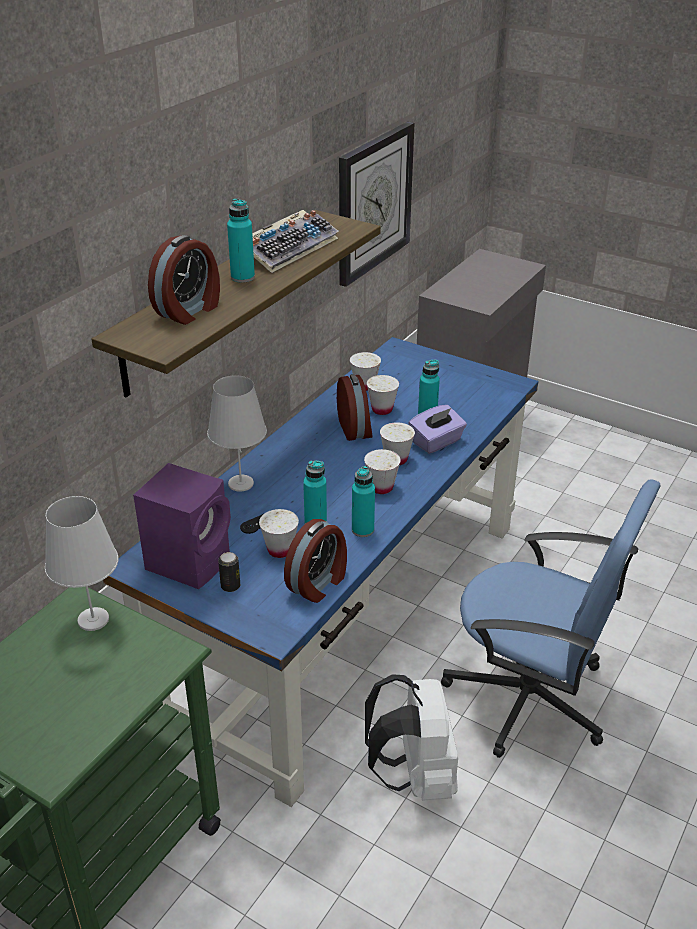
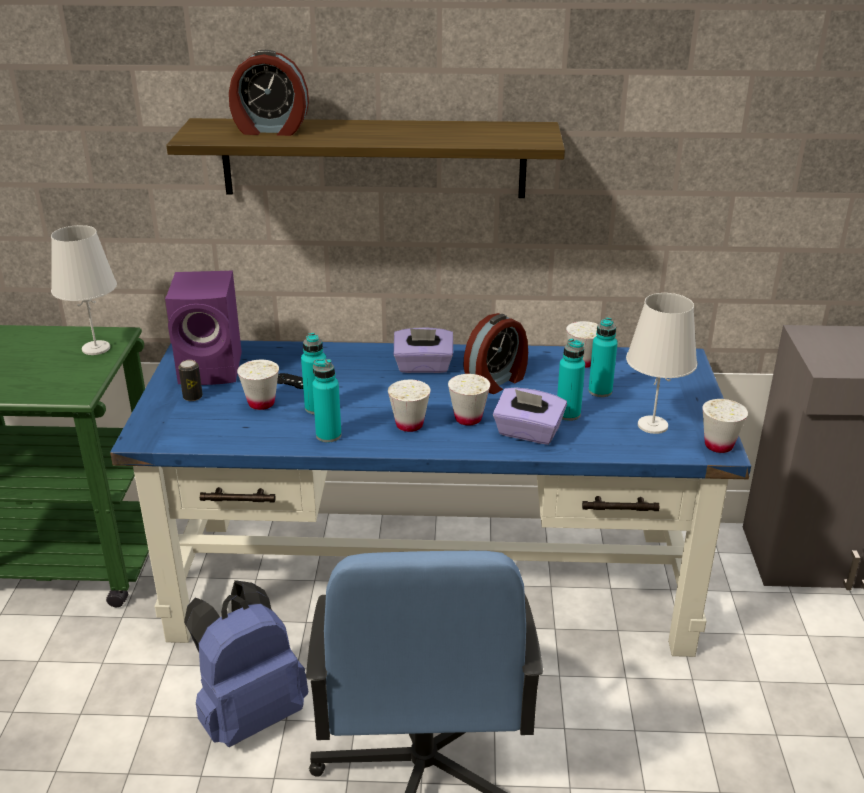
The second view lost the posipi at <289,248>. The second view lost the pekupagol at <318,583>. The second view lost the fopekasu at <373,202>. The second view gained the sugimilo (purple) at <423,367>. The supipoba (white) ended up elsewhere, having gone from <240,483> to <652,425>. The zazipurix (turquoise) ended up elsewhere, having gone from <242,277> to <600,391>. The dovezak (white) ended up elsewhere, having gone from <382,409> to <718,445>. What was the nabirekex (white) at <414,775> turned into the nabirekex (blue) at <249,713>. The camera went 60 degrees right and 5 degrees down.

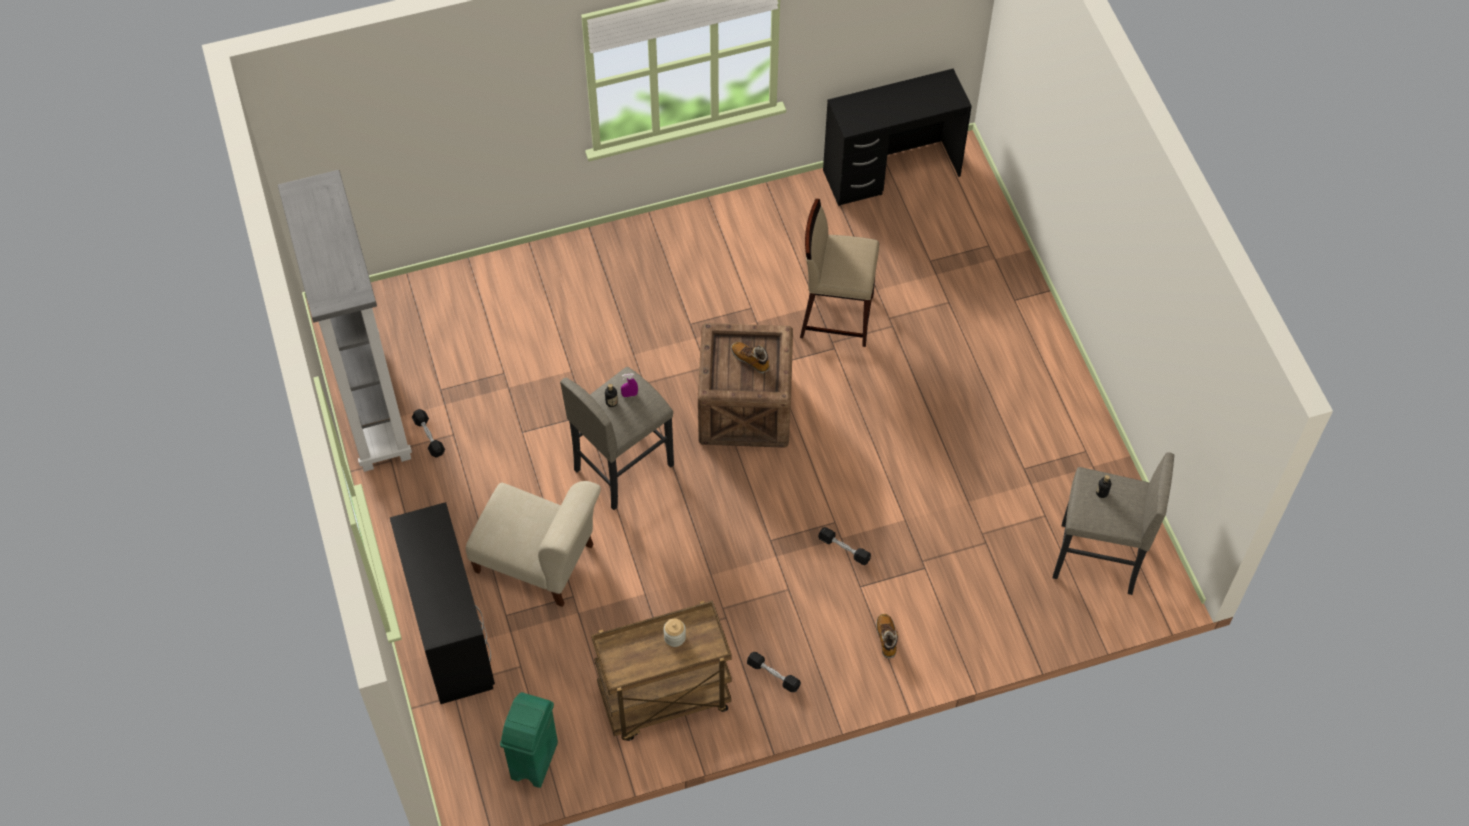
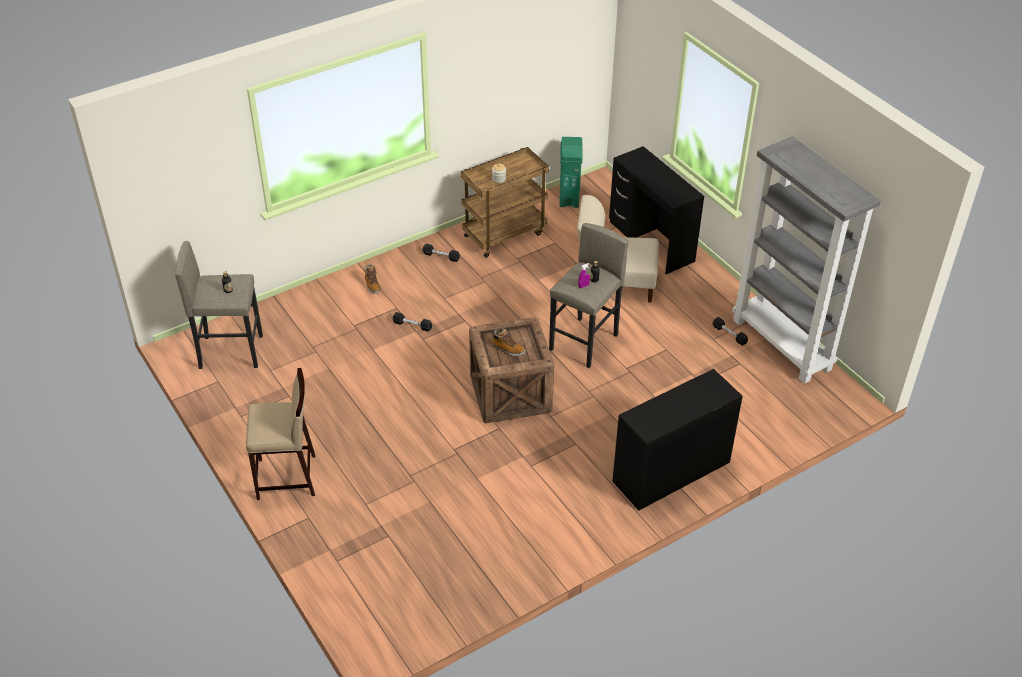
The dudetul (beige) ended up elsewhere, having gone from <836,316> to <287,477>. The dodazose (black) ended up elsewhere, having gone from <891,172> to <671,472>. The camera went 165 degrees right and 15 degrees down.

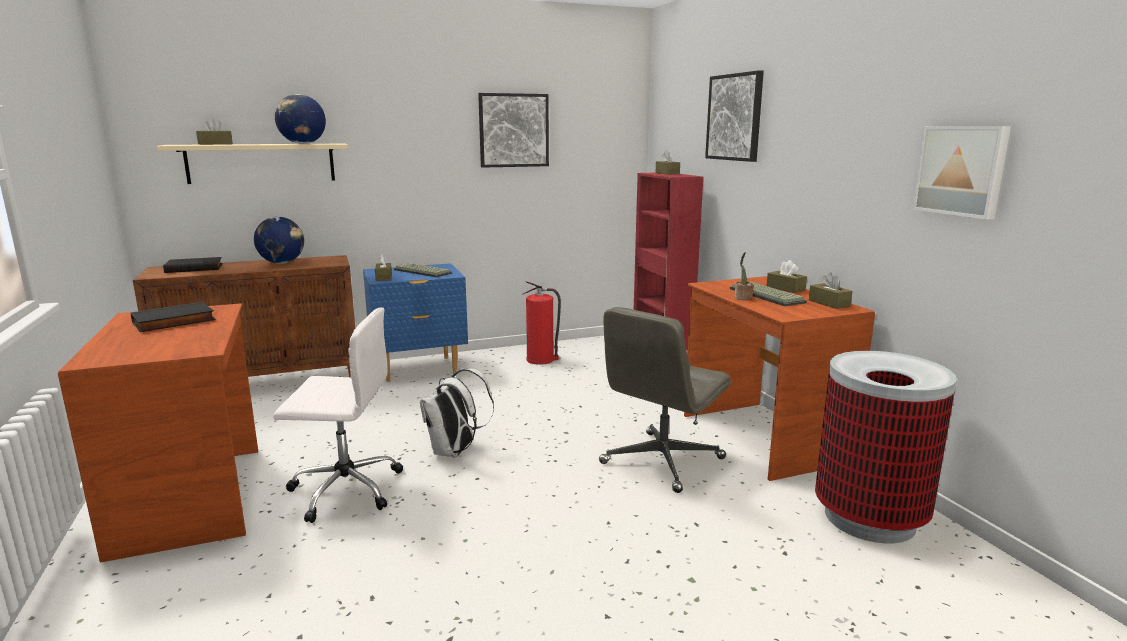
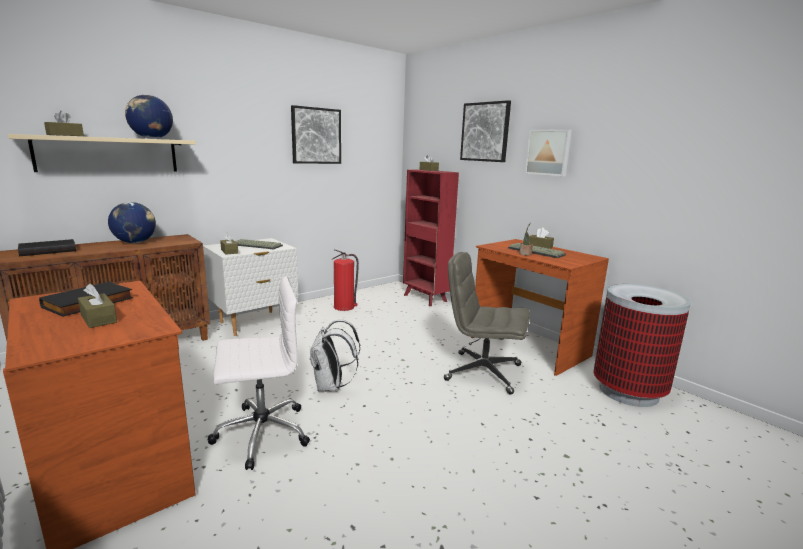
The sugimilo (brown) ended up elsewhere, having gone from <829,303> to <98,318>. The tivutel ended up elsewhere, having gone from <962,170> to <548,152>. What was the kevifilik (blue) at <419,369> turned into the kevifilik (white) at <254,323>. The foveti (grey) at <662,461> ended up facing another way, 90 degrees clockwise from before. The camera went 20 degrees left and 0 degrees up.

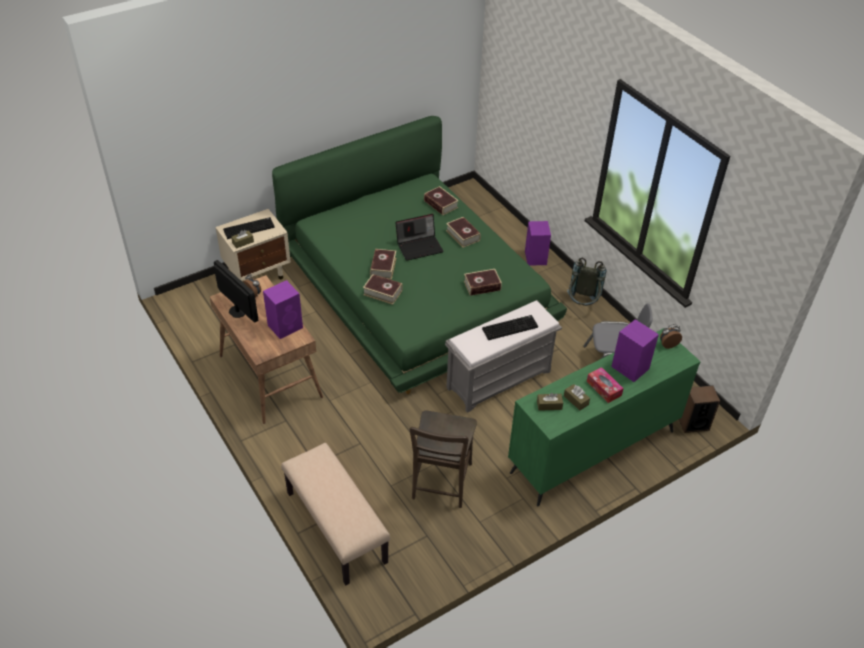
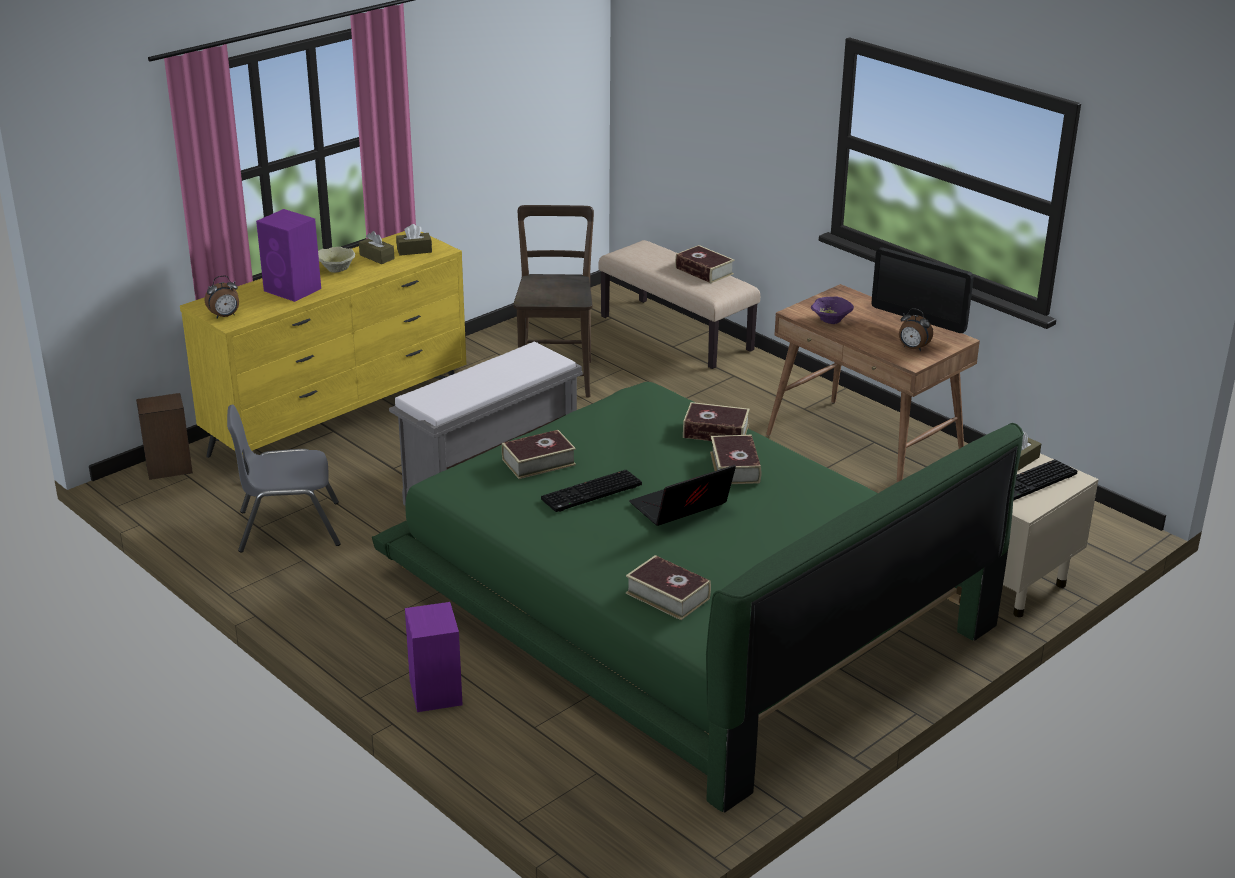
The second view lost the nabirekex (grey) at <582,304>. The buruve ended up elsewhere, having gone from <463,235> to <704,271>. The posipi ended up elsewhere, having gone from <510,327> to <591,493>. Where the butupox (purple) stood at <286,326>, the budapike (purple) came to stand at <830,321>. Where the sugimilo stood at <604,388>, the budapike (beige) came to stand at <335,269>. What was the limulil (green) at <592,451> turned into the limulil (yellow) at <340,424>. The camera went 170 degrees right and 15 degrees down.

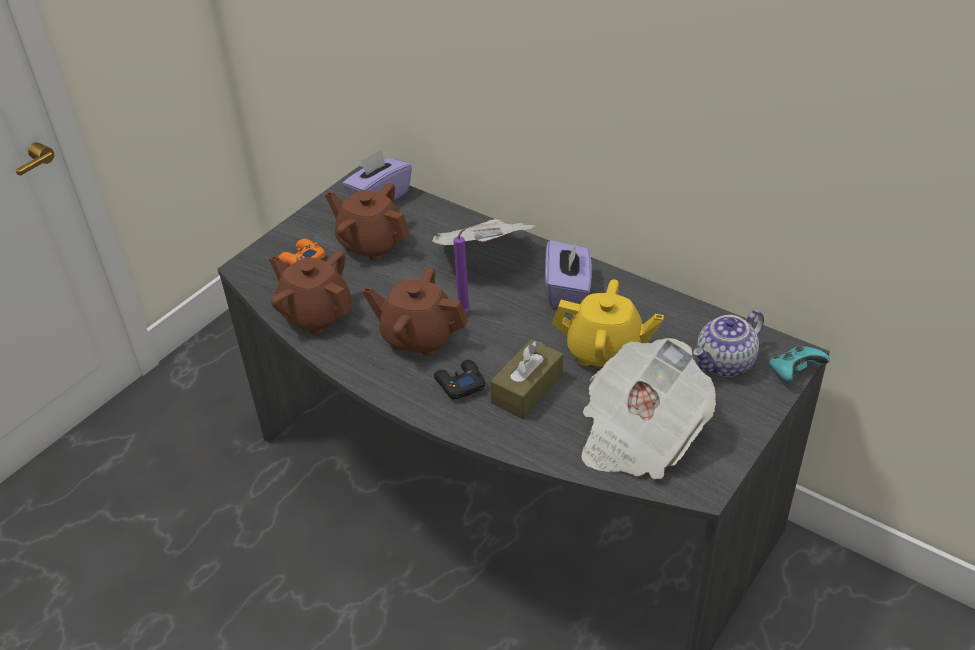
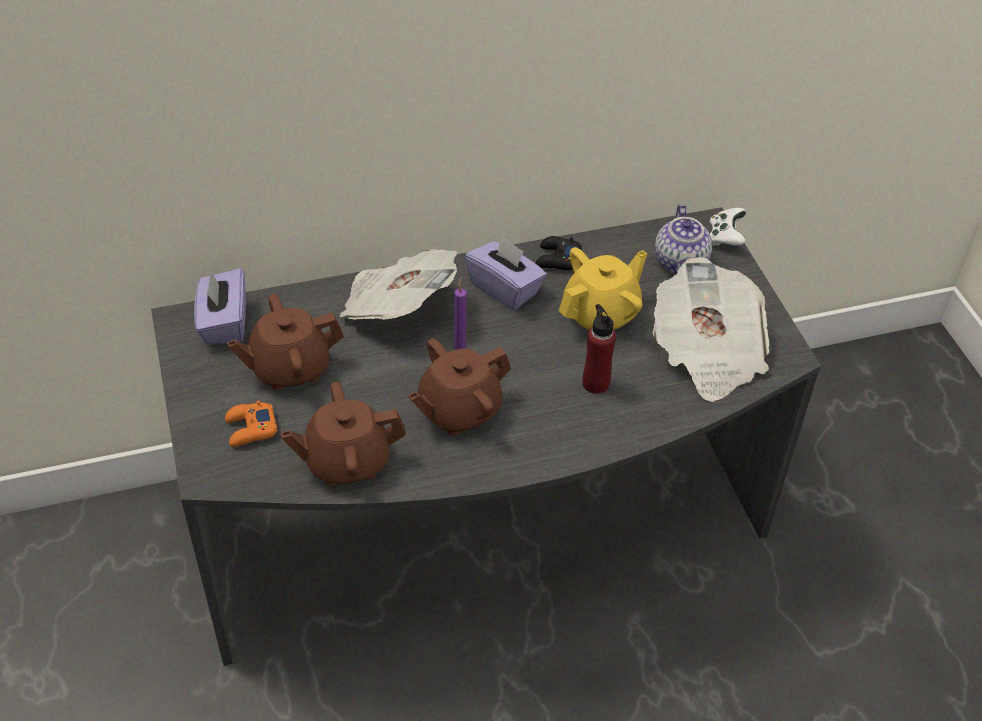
The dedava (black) ended up elsewhere, having gone from <459,383> to <557,259>. Where the sugimilo (brown) stood at <527,389>, the zazipurix (red) came to stand at <595,383>. What was the dedava (turquoise) at <794,372> turned into the dedava (white) at <725,237>. The camera went 55 degrees left and 5 degrees up.

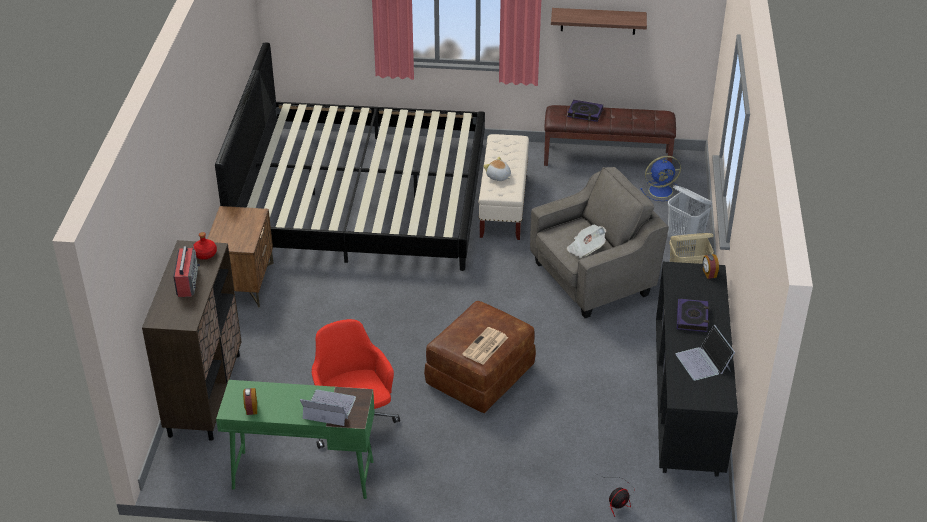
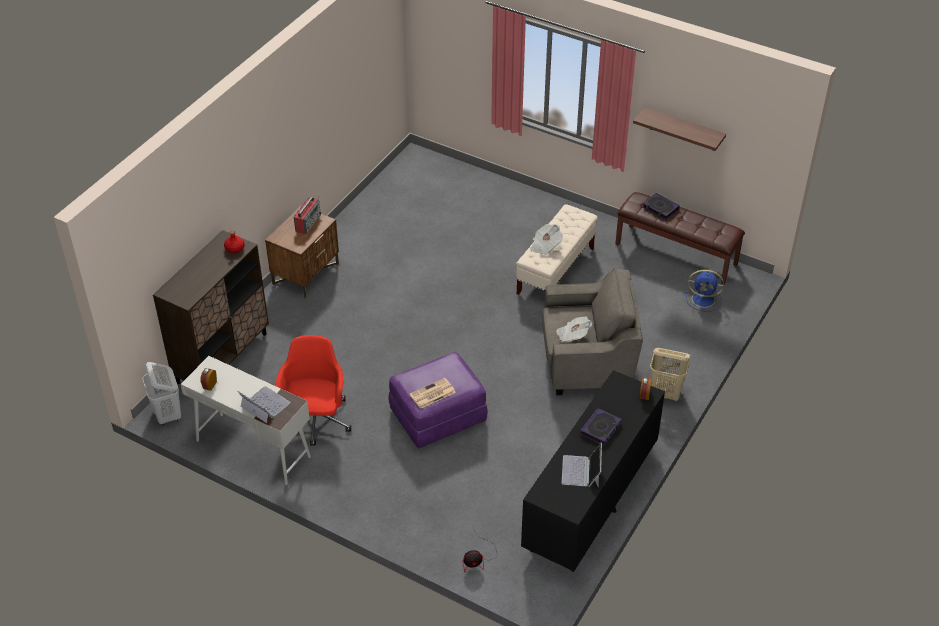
The second view lost the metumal at <362,198>. The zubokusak ended up elsewhere, having gone from <187,281> to <308,222>. The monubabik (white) ended up elsewhere, having gone from <685,241> to <168,415>. Where the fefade stood at <498,176>, the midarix came to stand at <545,246>. What was the dodazose (green) at <302,474> turned into the dodazose (white) at <252,448>. What was the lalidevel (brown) at <480,376> turned into the lalidevel (purple) at <437,416>. The camera went 25 degrees right and 5 degrees up.

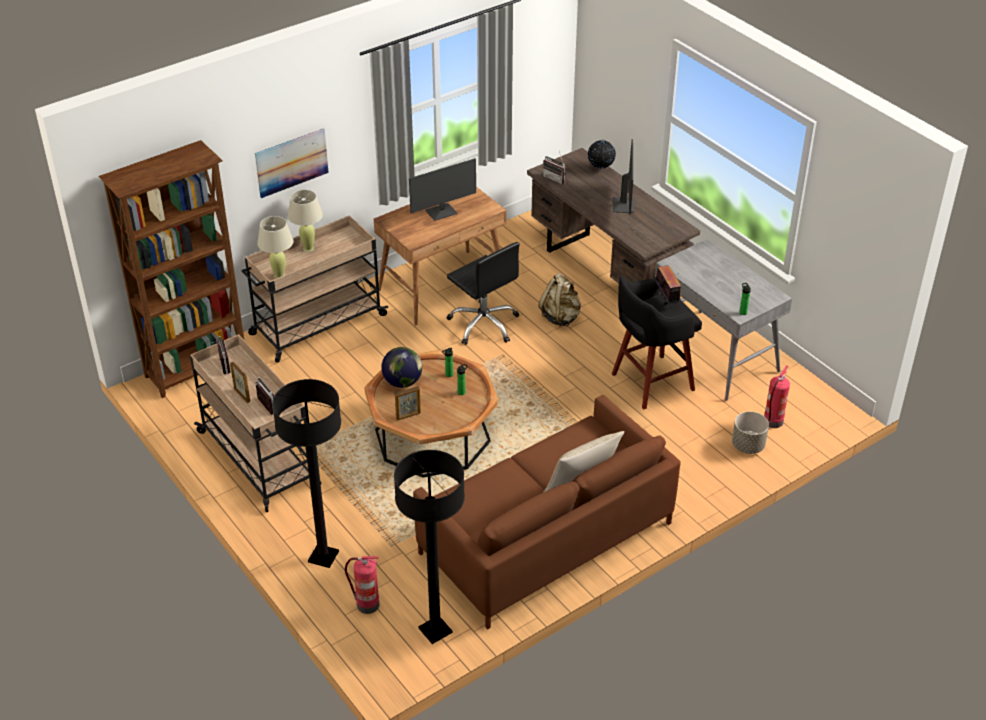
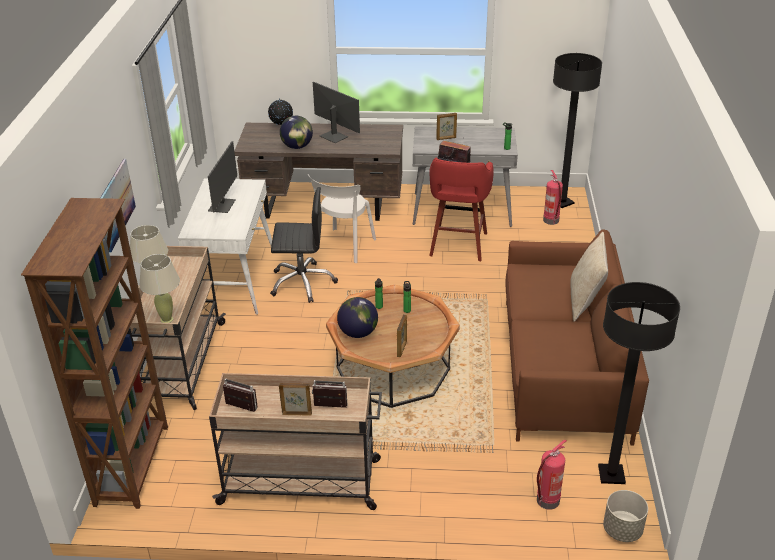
The second view lost the zubokusak at <556,178>. The second view gained the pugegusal at <297,147>. The second view gained the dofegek at <446,138>. The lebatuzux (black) ended up elsewhere, having gone from <323,557> to <562,202>. The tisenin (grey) ended up elsewhere, having gone from <748,446> to <622,530>. Where the nabirekex (beige) stood at <561,317>, the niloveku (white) came to stand at <343,247>. What was the dodazose (brown) at <442,287> turned into the dodazose (white) at <233,280>. What was the dudetul (black) at <650,383> turned into the dudetul (red) at <458,245>. The camera went 50 degrees left and 5 degrees down.

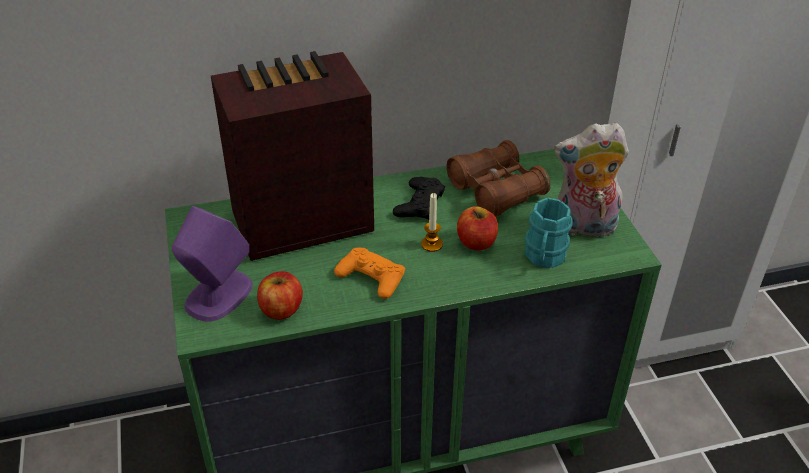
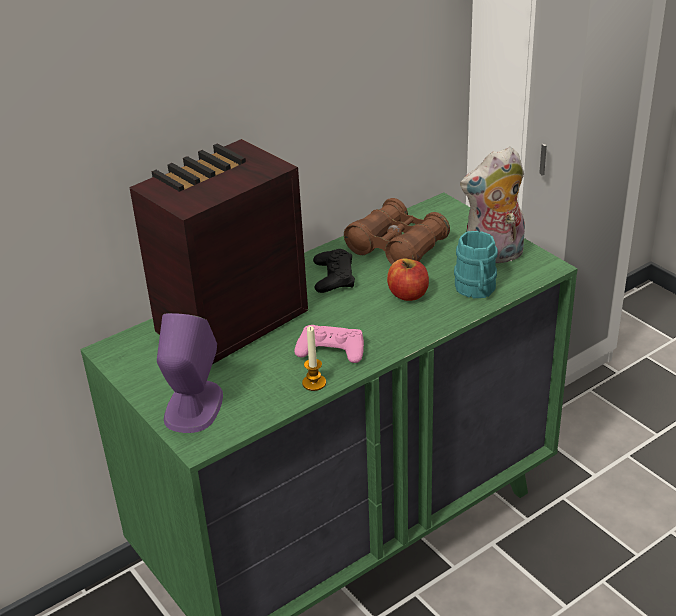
The second view lost the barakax at <281,309>. The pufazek ended up elsewhere, having gone from <431,244> to <314,383>. What was the dedava (orange) at <371,277> turned into the dedava (pink) at <331,349>. The camera went 20 degrees left and 5 degrees down.

